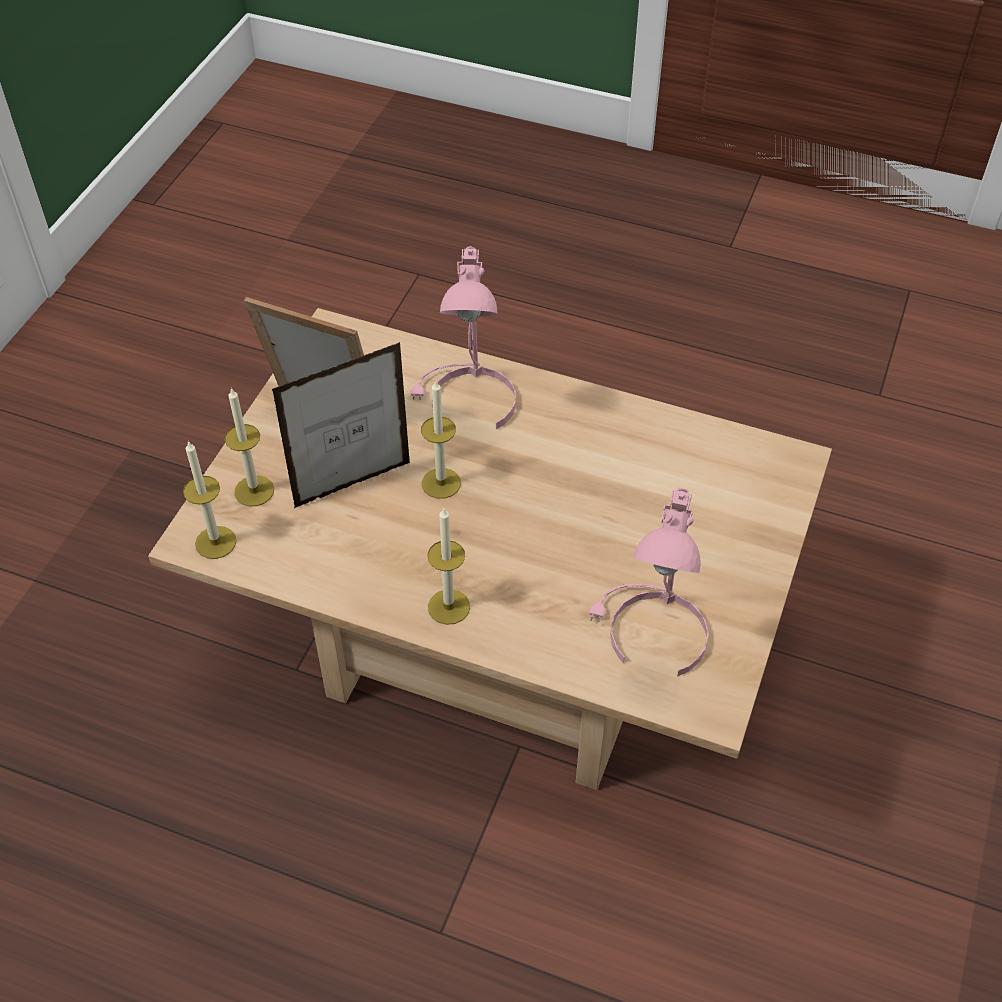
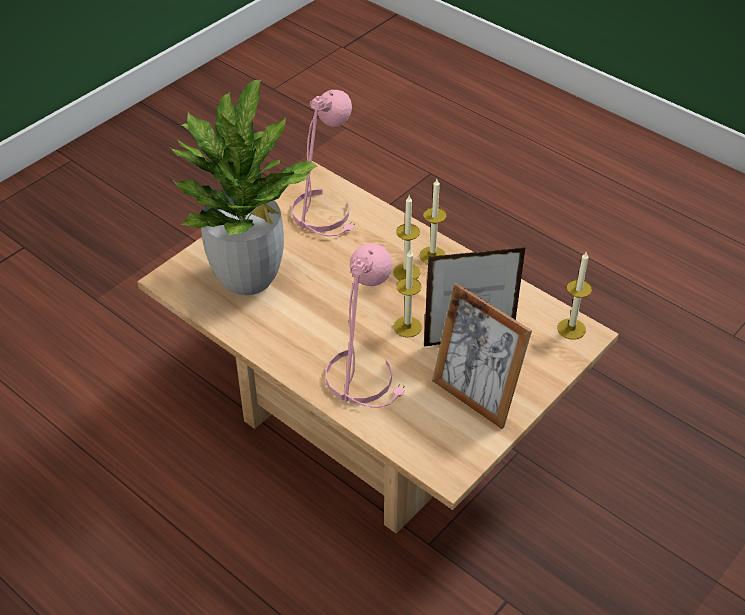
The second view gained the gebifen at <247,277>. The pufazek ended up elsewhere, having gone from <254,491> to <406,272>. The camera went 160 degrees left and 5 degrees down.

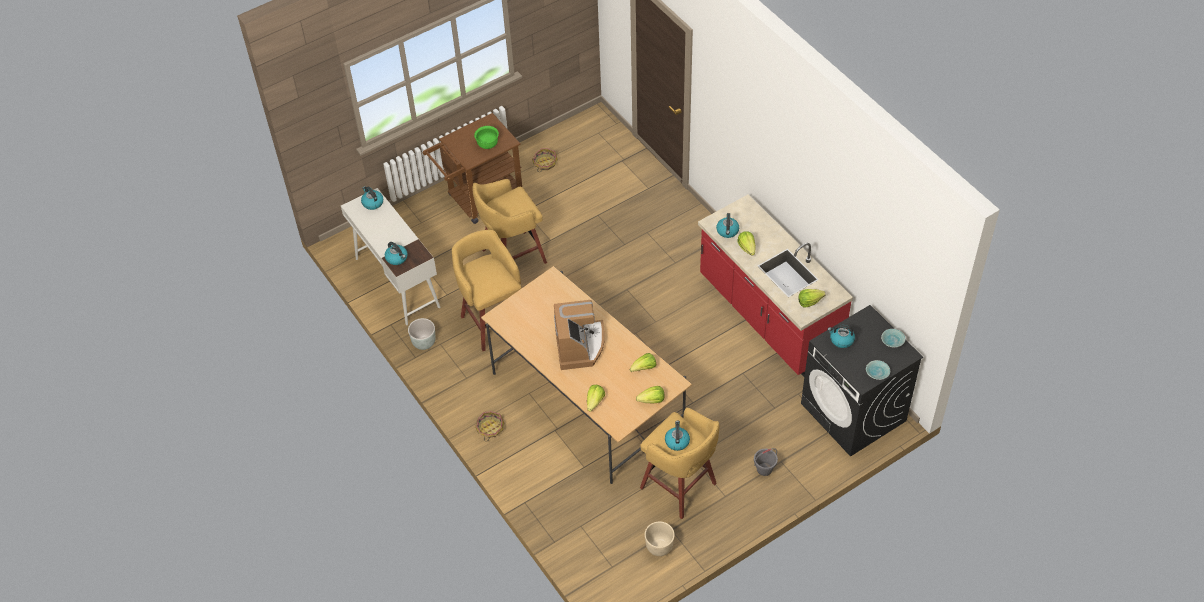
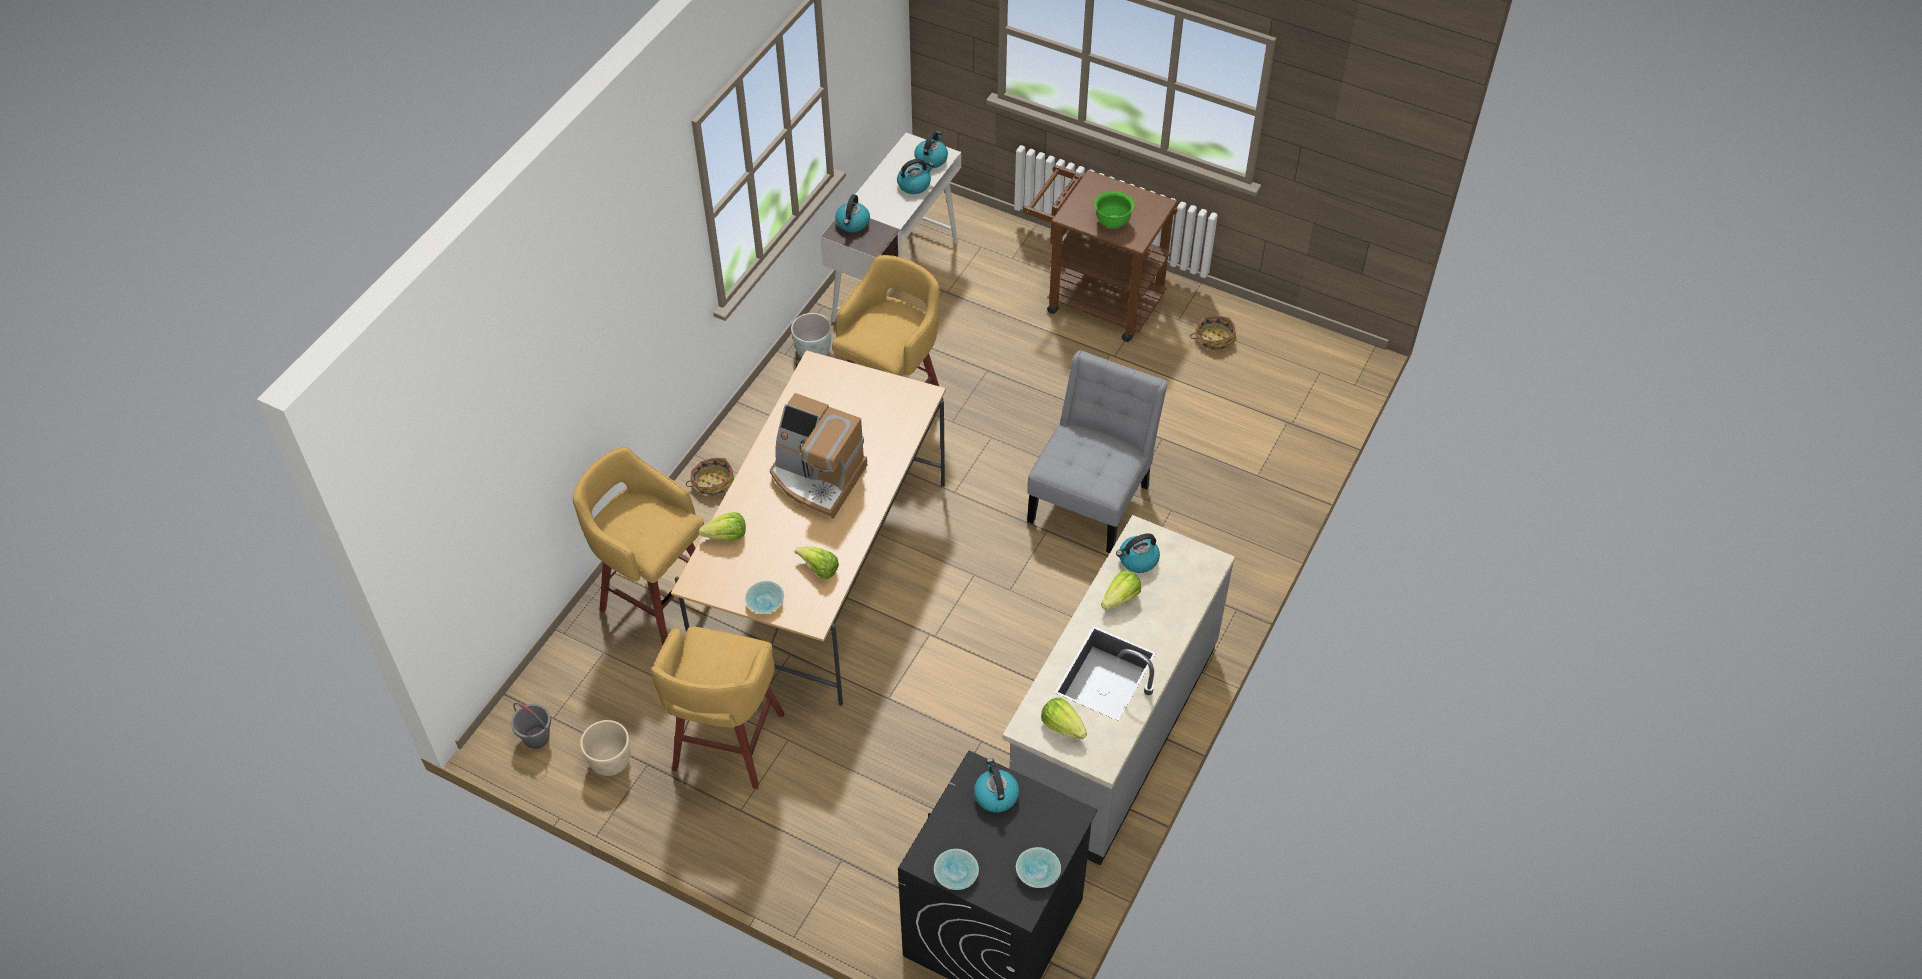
The second view gained the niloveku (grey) at <1092,498>. The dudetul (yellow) ended up elsewhere, having gone from <512,257> to <656,598>. The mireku ended up elsewhere, having gone from <677,441> to <914,184>. The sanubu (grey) ended up elsewhere, having gone from <764,469> to <536,737>. Where the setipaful stood at <652,400>, the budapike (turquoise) came to stand at <765,603>. What was the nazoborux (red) at <768,317> turned into the nazoborux (grey) at <1111,731>. The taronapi at <579,346> ended up facing another way, 60 degrees clockwise from before. The camera went 60 degrees right and 0 degrees up.

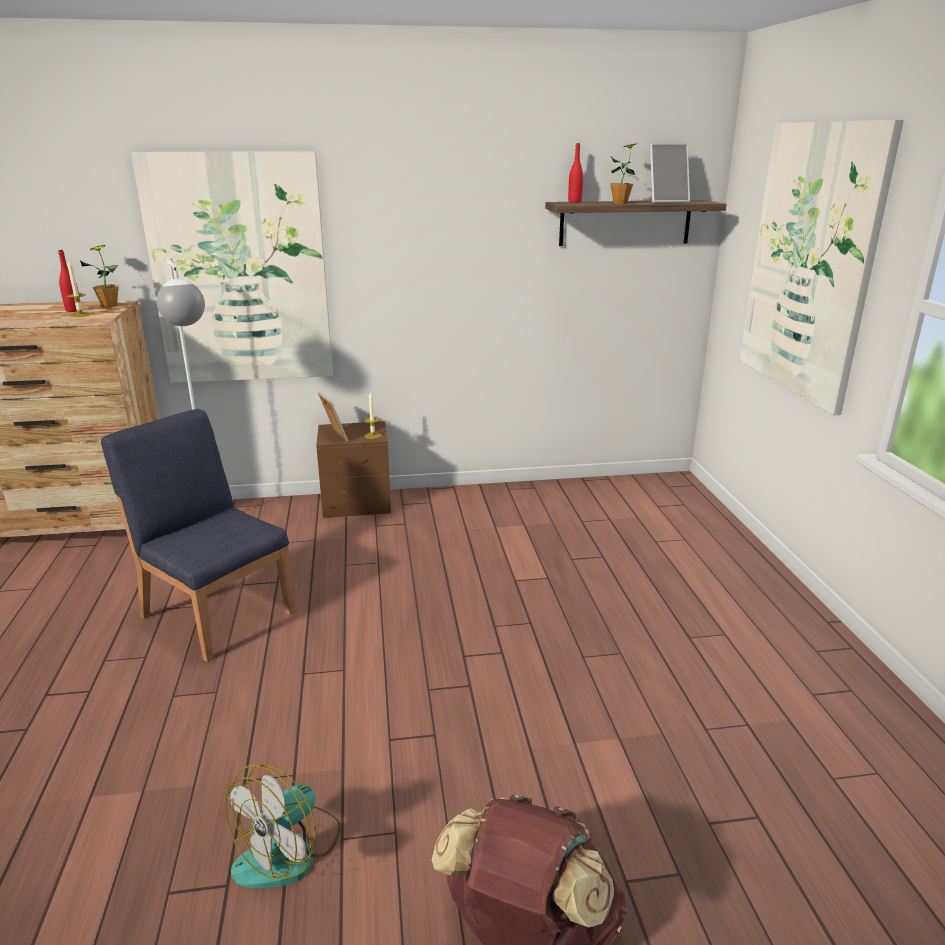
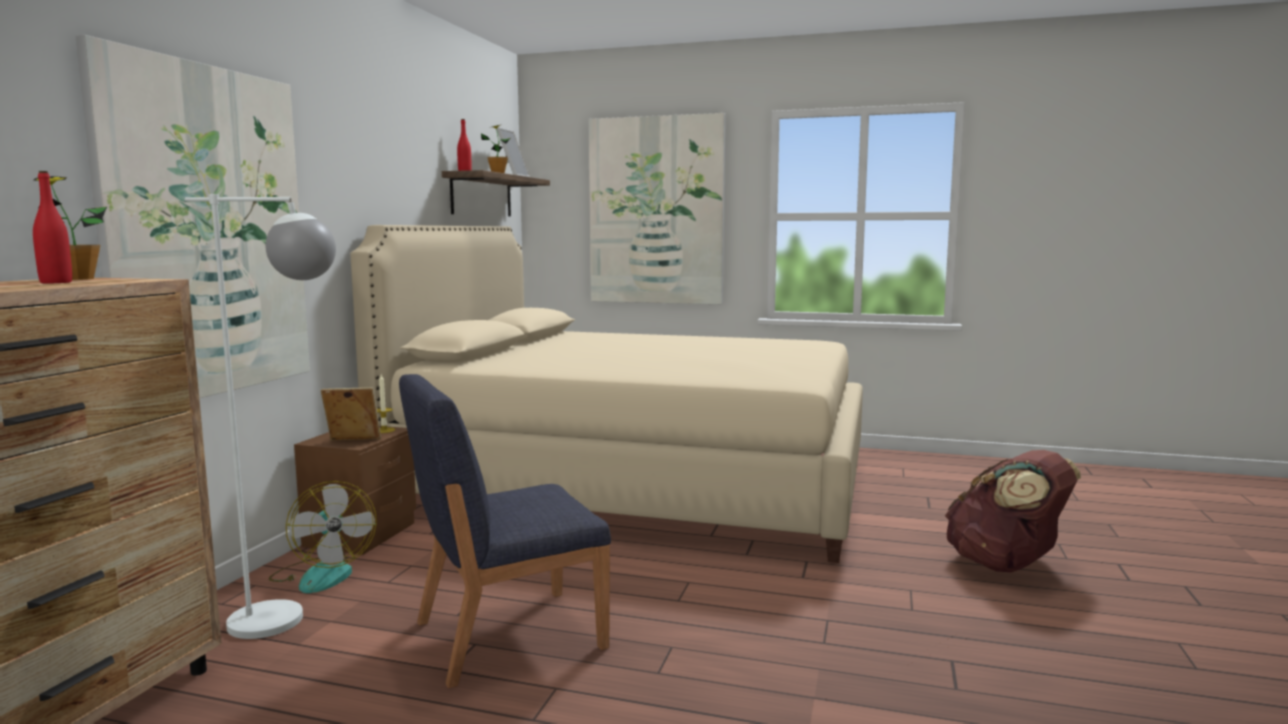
The second view lost the pufazek at <80,314>. The second view gained the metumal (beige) at <637,483>. The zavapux ended up elsewhere, having gone from <289,851> to <322,574>. The camera went 65 degrees left and 15 degrees down.

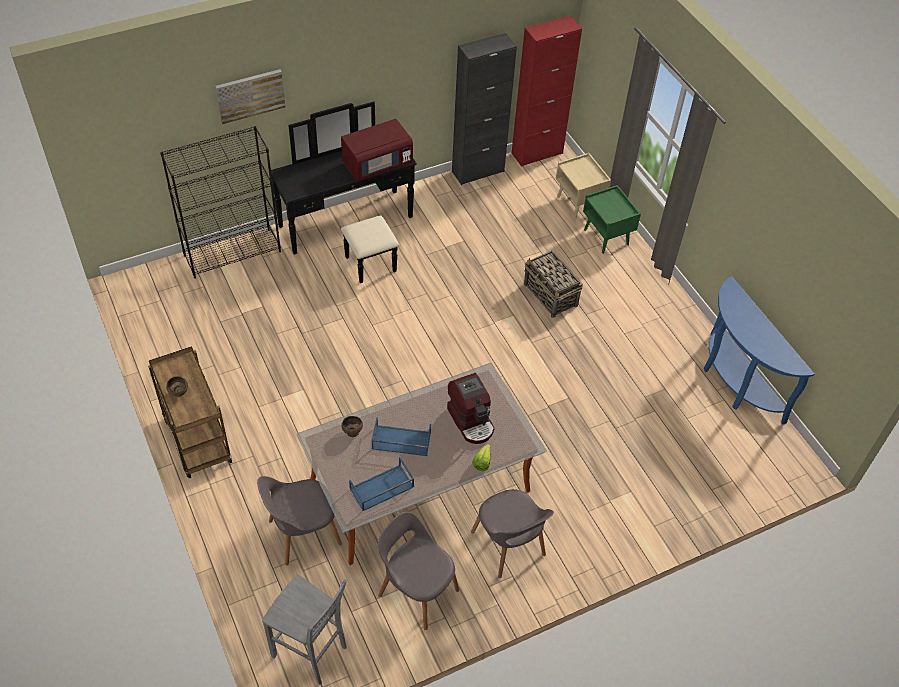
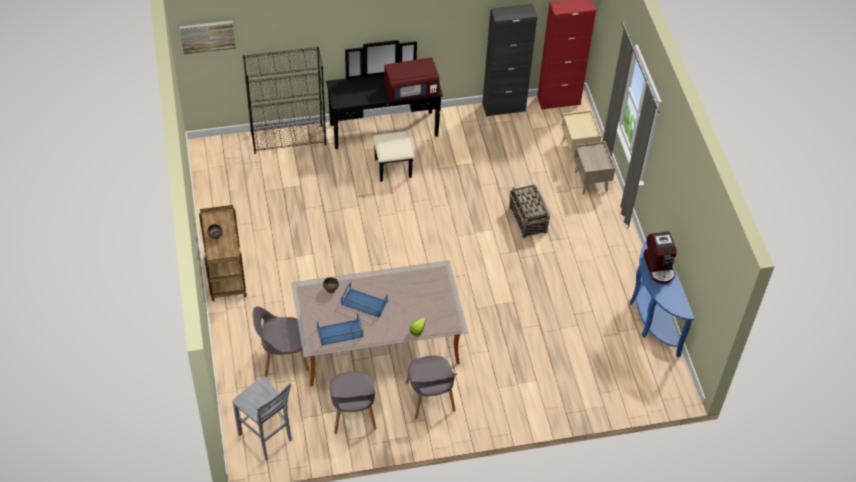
The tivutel ended up elsewhere, having gone from <250,95> to <207,36>. The taronapi ended up elsewhere, having gone from <471,421> to <659,267>. What was the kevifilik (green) at <607,237> turned into the kevifilik (beige) at <591,182>. The niloveku (grey) at <417,590> ended up facing another way, 150 degrees counterclockwise from before. The camera went 15 degrees right and 0 degrees up.

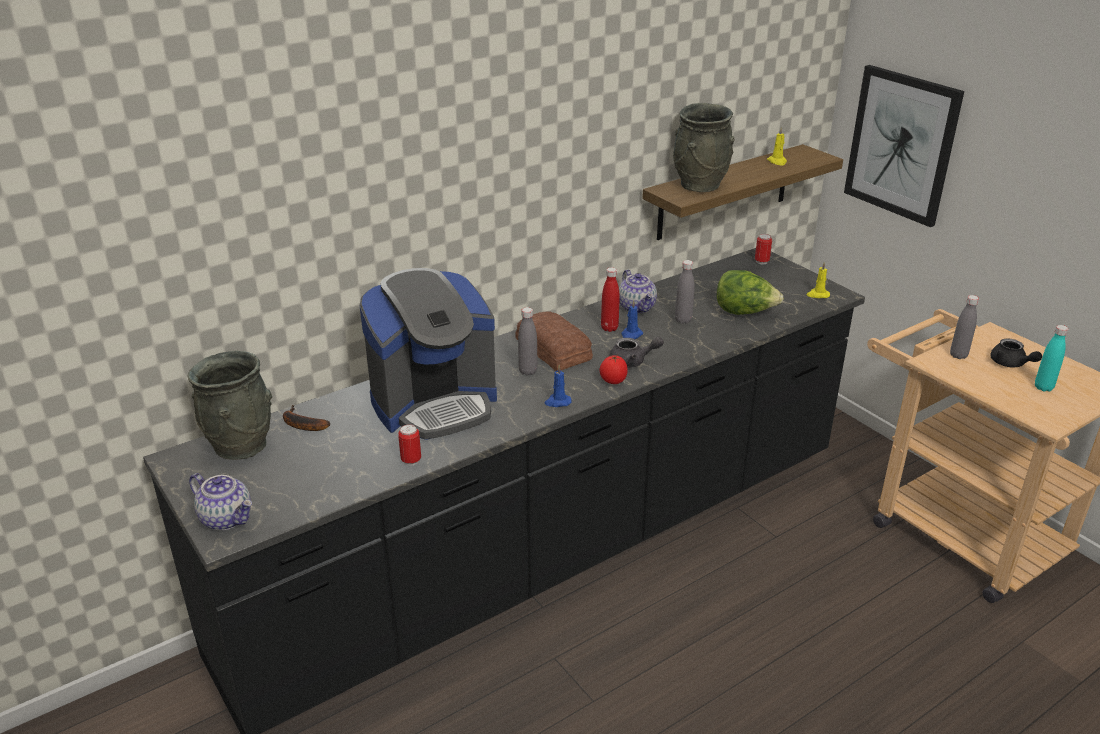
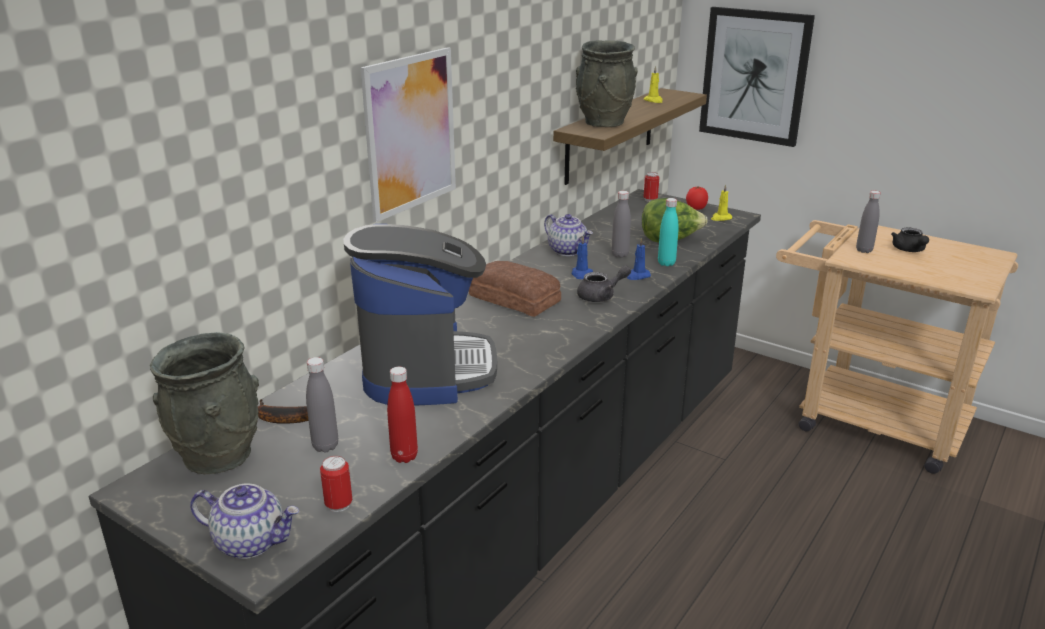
The second view gained the tivutel at <410,133>. The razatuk ended up elsewhere, having gone from <411,460> to <338,505>. The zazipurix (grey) ended up elsewhere, having gone from <528,371> to <325,446>. The pufazek (blue) ended up elsewhere, having gone from <557,402> to <638,276>. The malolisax ended up elsewhere, having gone from <612,381> to <695,209>. The zazipurix (red) ended up elsewhere, having gone from <609,328> to <404,456>. The zazipurix (turquoise) ended up elsewhere, having gone from <1043,387> to <666,263>. The taronapi at <435,404> ended up facing another way, 45 degrees counterclockwise from before. The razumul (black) at <1010,364> ended up facing another way, 45 degrees clockwise from before. The camera went 20 degrees left and 5 degrees down.

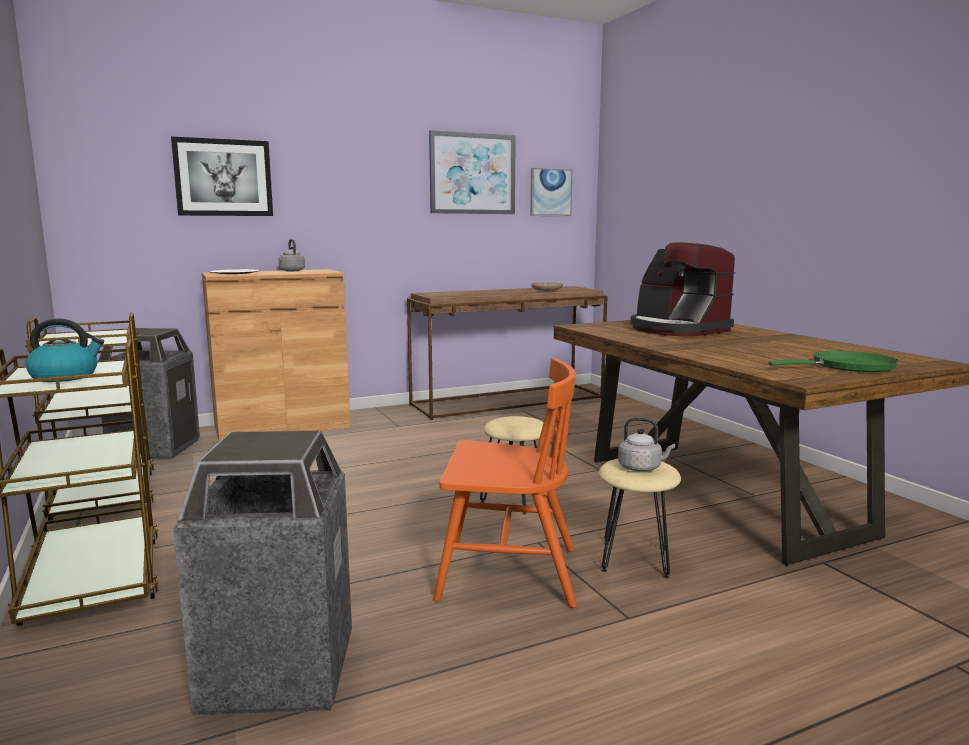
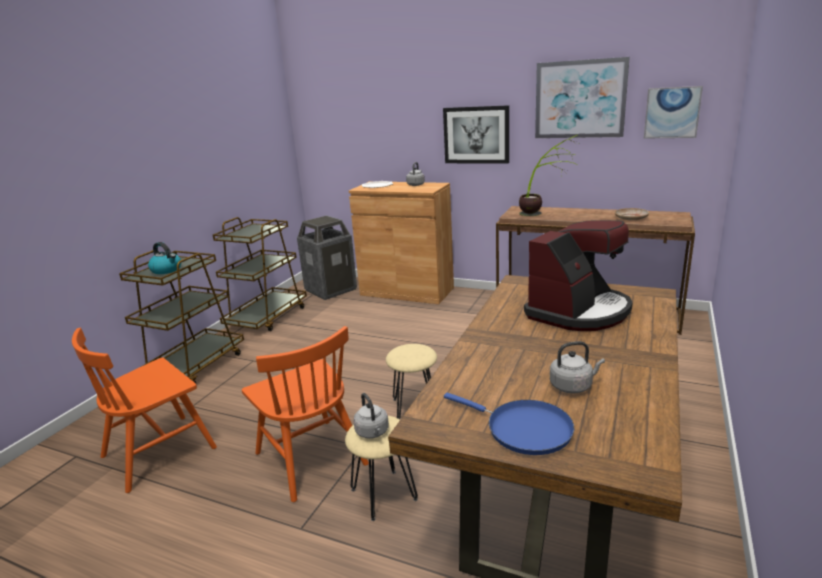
The second view gained the gebifen at <544,213>. The second view gained the mireku (grey) at <573,386>. The tivutel ended up elsewhere, having gone from <223,178> to <476,135>. Where the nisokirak stood at <278,672>, the niloveku (orange) came to stand at <159,451>. What was the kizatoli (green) at <848,367> turned into the kizatoli (blue) at <523,429>. The taronapi at <677,329> ended up facing another way, 150 degrees counterclockwise from before. The camera went 50 degrees right and 10 degrees up.

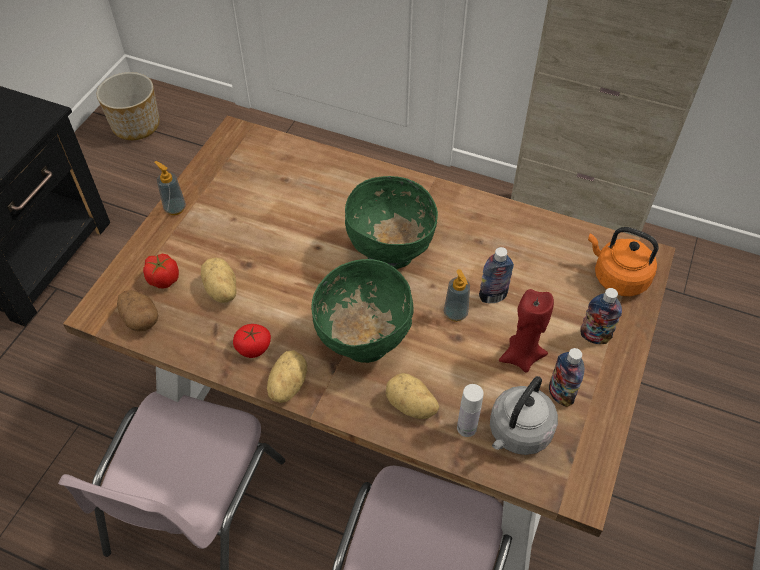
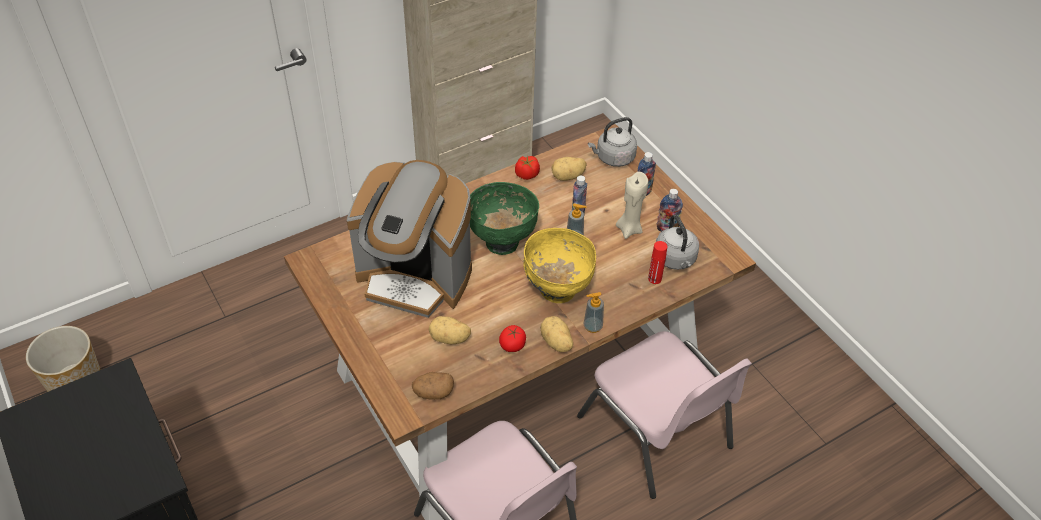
The second view gained the taronapi at <415,278>. The malolisax ended up elsewhere, having gone from <163,279> to <526,174>. The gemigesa ended up elsewhere, having gone from <175,208> to <592,326>. The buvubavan ended up elsewhere, having gone from <411,406> to <568,177>. What was the budapike (green) at <364,342> turned into the budapike (yellow) at <557,290>. What was the zazipurix (white) at <466,428> turned into the zazipurix (red) at <654,279>. What was the pufazek (red) at <521,357> turned into the pufazek (beige) at <629,229>. What was the mireku (orange) at <617,277> turned into the mireku (grey) at <613,158>. The camera went 55 degrees left and 5 degrees down.

